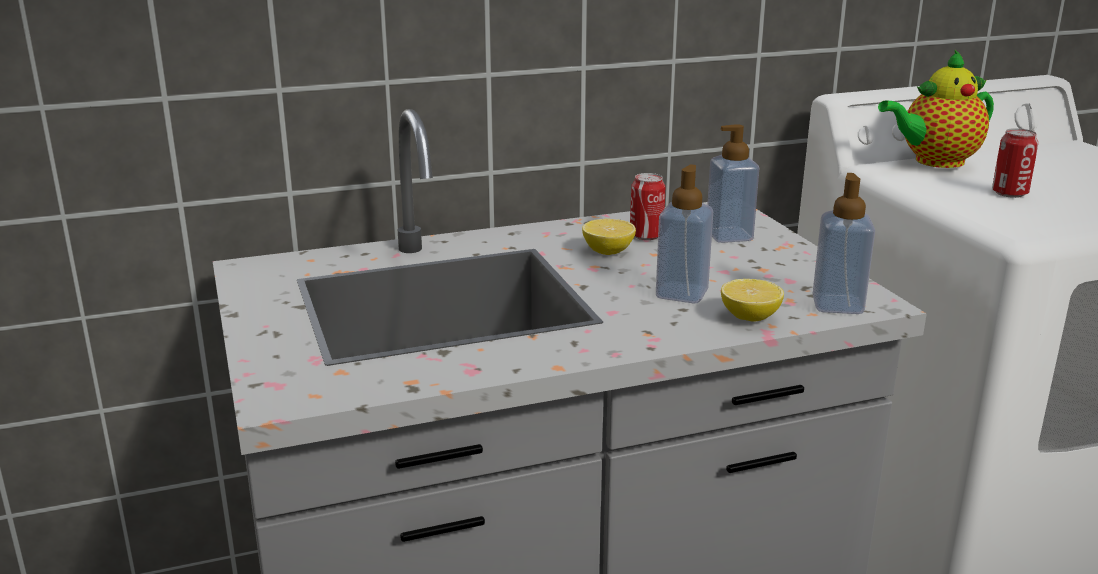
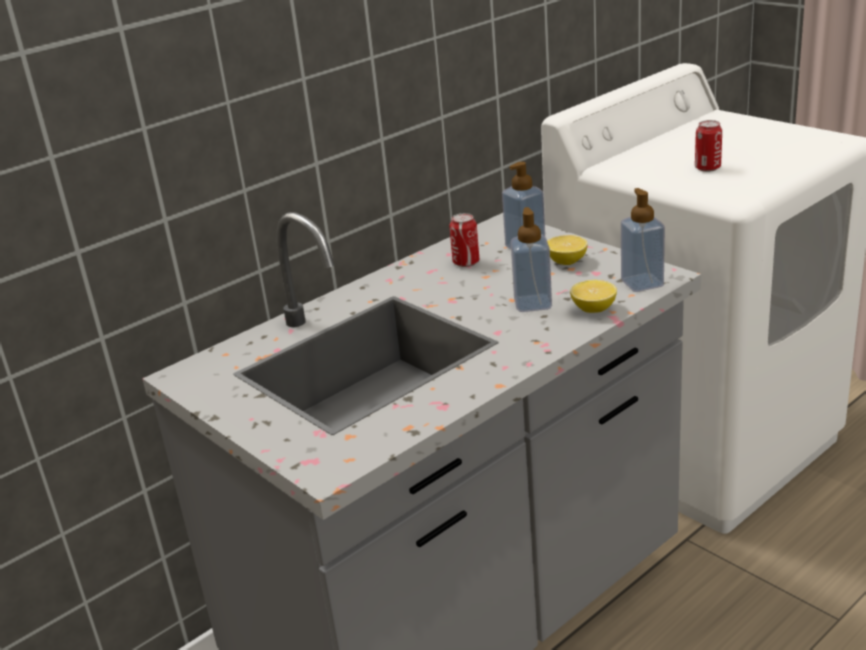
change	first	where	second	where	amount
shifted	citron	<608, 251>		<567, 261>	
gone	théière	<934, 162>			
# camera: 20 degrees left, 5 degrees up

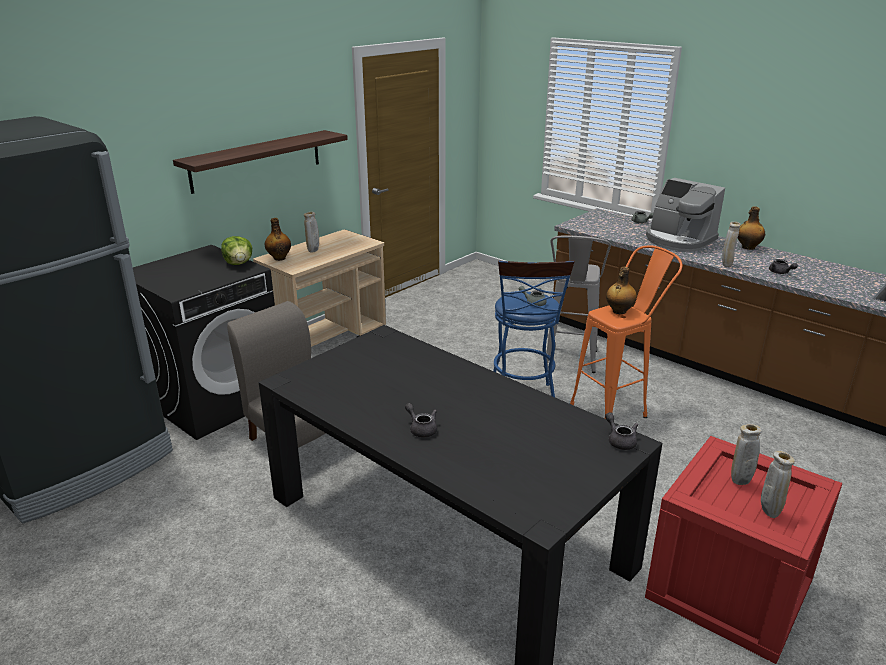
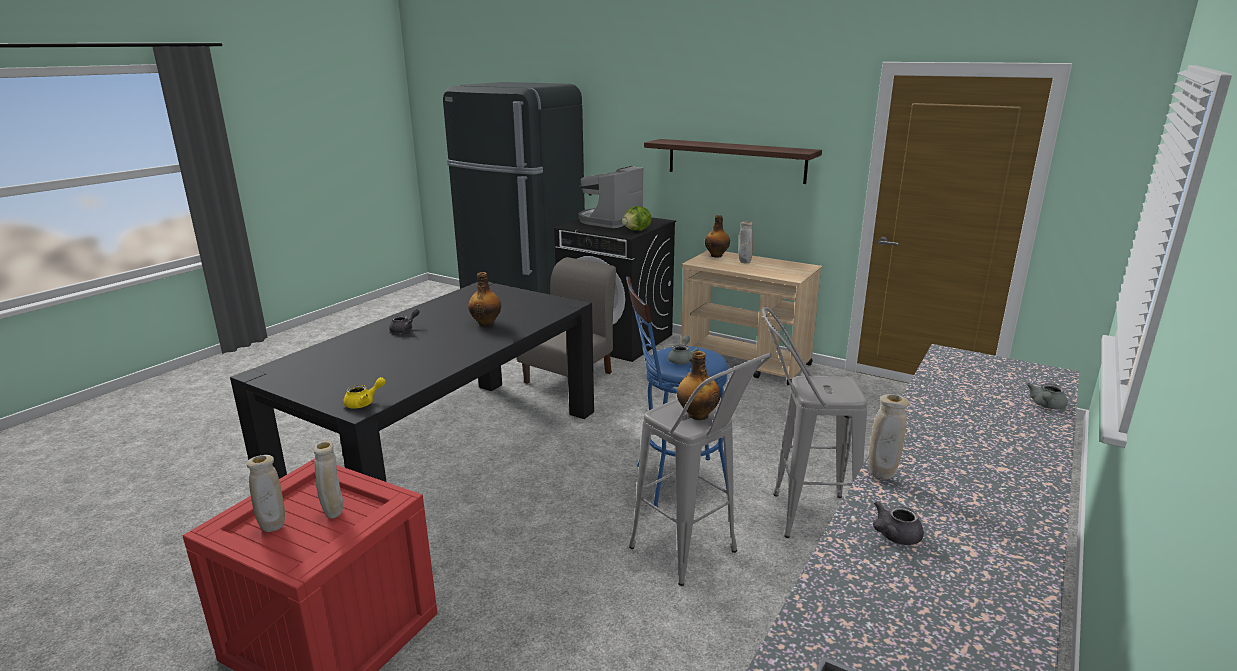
change	first	where	second	where	amount
repainted	théière (gris)	<620, 440>	théière (jaune)	<364, 403>	
shifted	bouteille	<747, 247>		<486, 323>	
shifted	machine à café	<679, 240>		<610, 220>	
repainted	tabouret (orange)	<616, 408>	tabouret (gris)	<694, 558>	
# camera: 80 degrees right, 5 degrees down

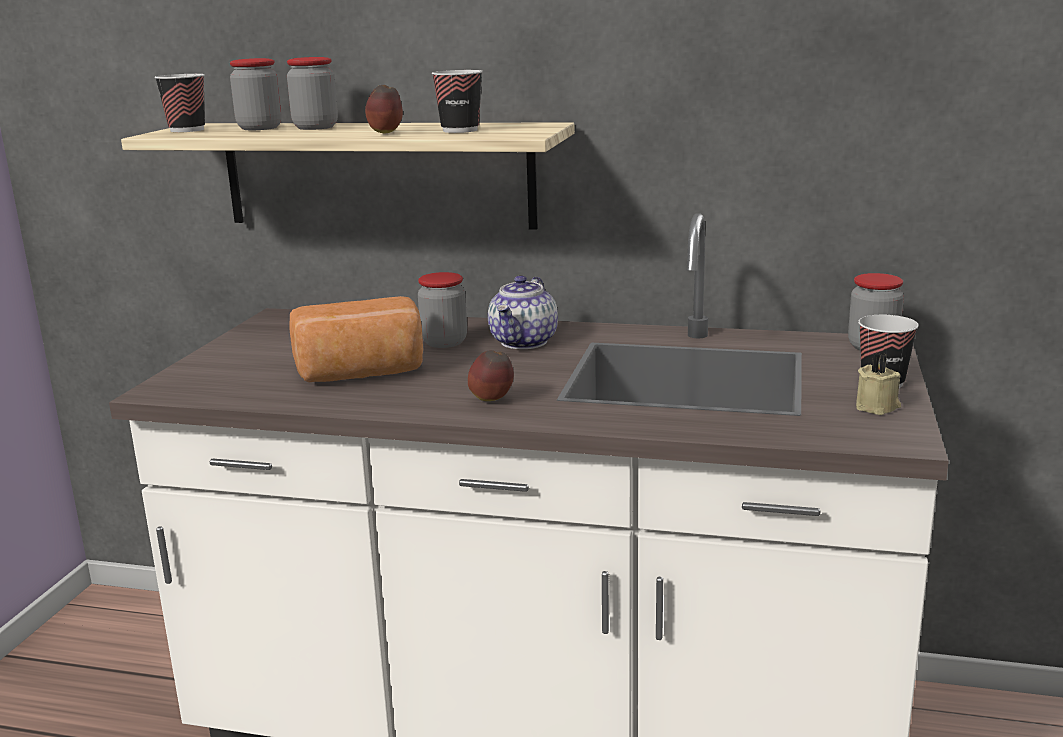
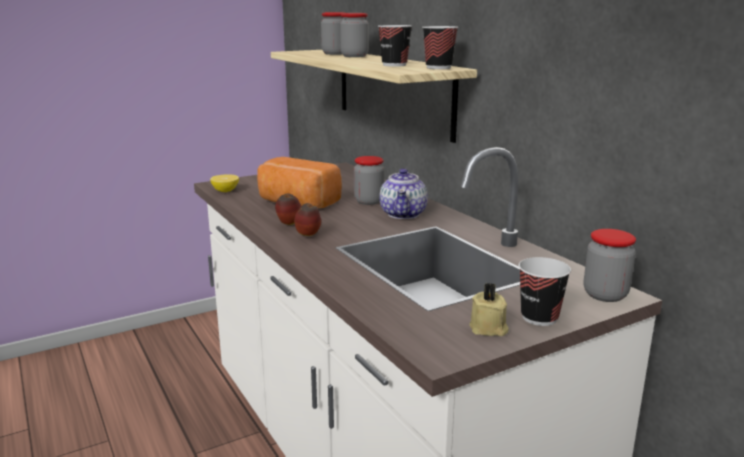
change	first	where	second	where	amount
new			citron	<225, 191>	
shifted	pomme	<386, 133>		<289, 225>	
rotated	théière	<524, 342>		<404, 214>	60 degrees counterclockwise
shifted	tasse	<187, 130>		<438, 68>	
# camera: 45 degrees right, 0 degrees up

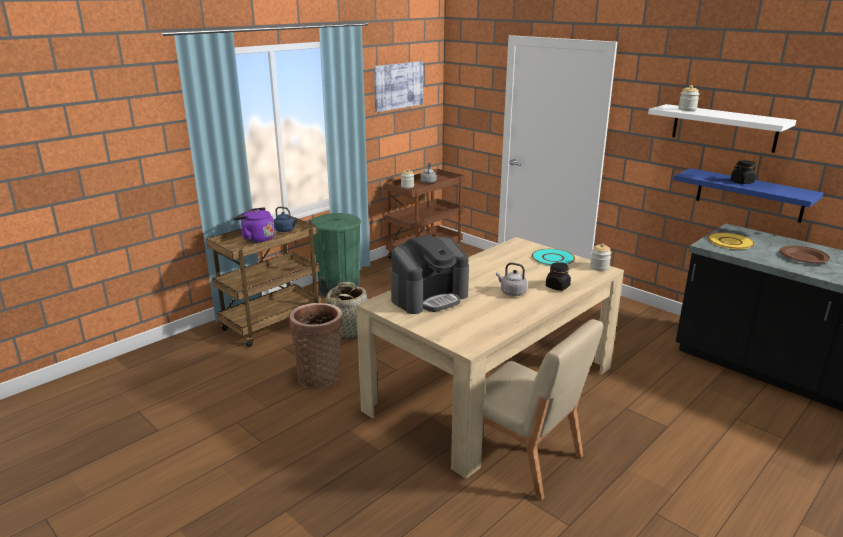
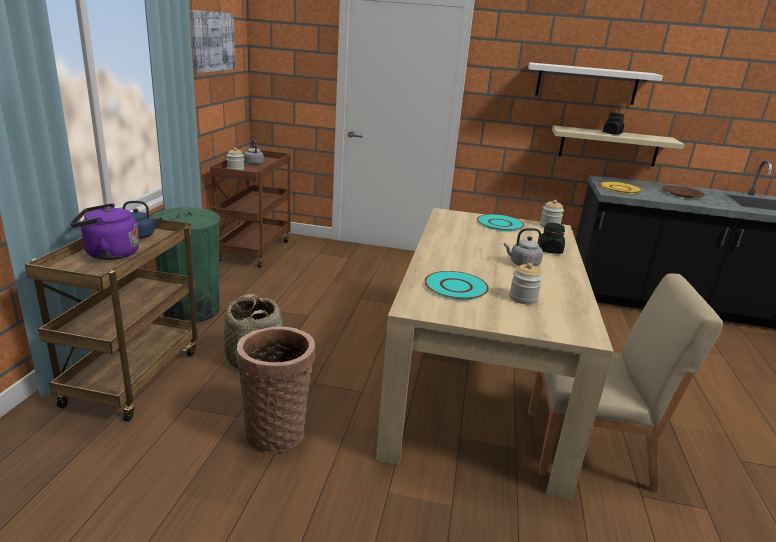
change	first	where	second	where	amount
swapped	machine à café	<429, 297>	assiette (turquoise)	<455, 286>	
shifted	bocal	<687, 109>		<523, 298>	
repainted	étagère (bleu)	<749, 195>	étagère (beige)	<608, 146>	
# camera: 35 degrees left, 0 degrees up

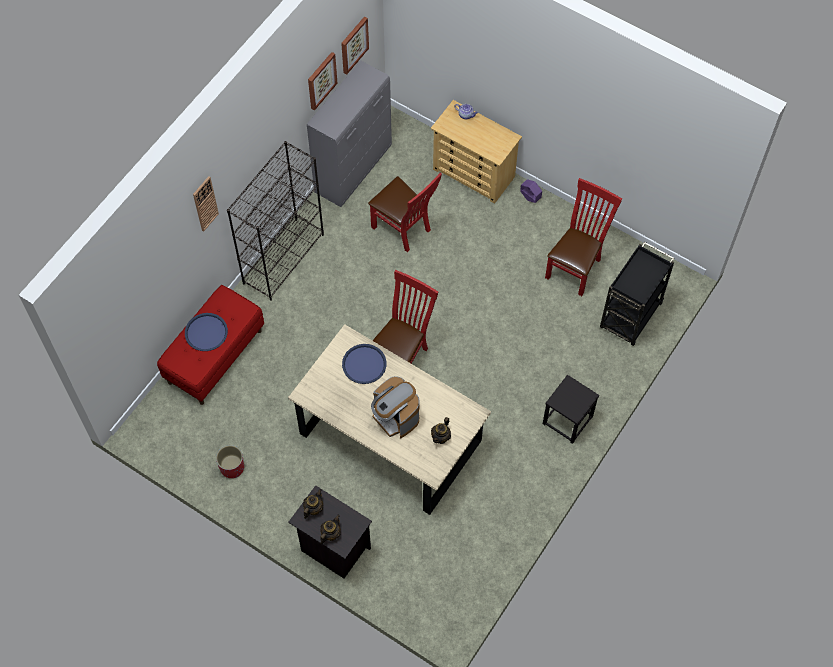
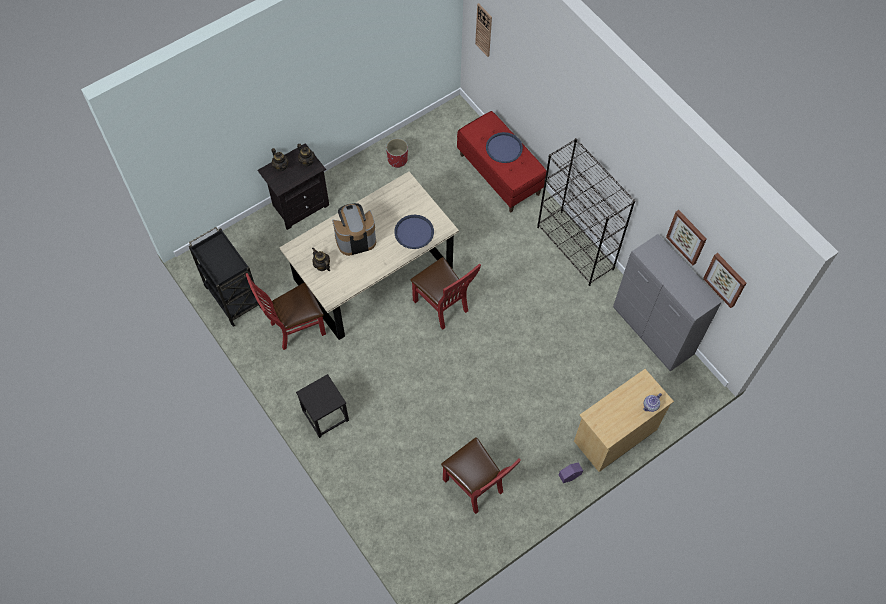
change	first	where	second	where	amount
shifted	chariot (noir)	<630, 317>		<233, 296>	
shifted	chaise (rouge)	<404, 230>		<294, 328>	
shifted	horloge murale	<205, 203>		<484, 30>	
# camera: 110 degrees right, 0 degrees up

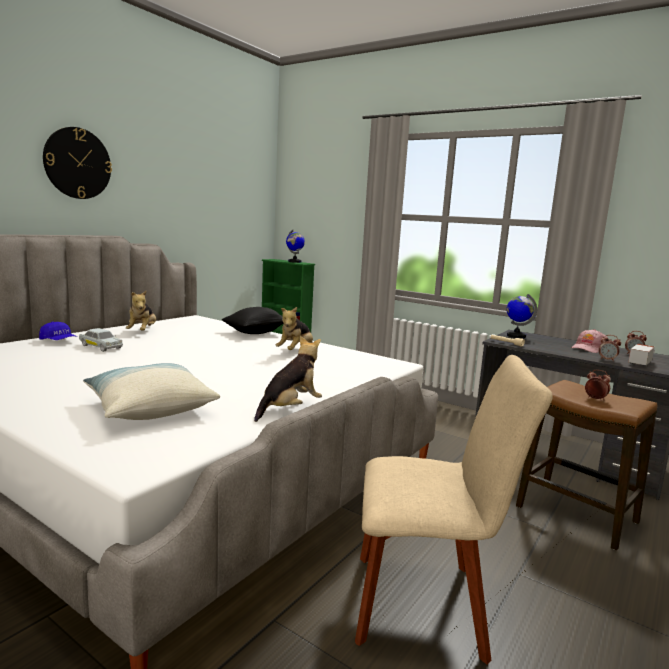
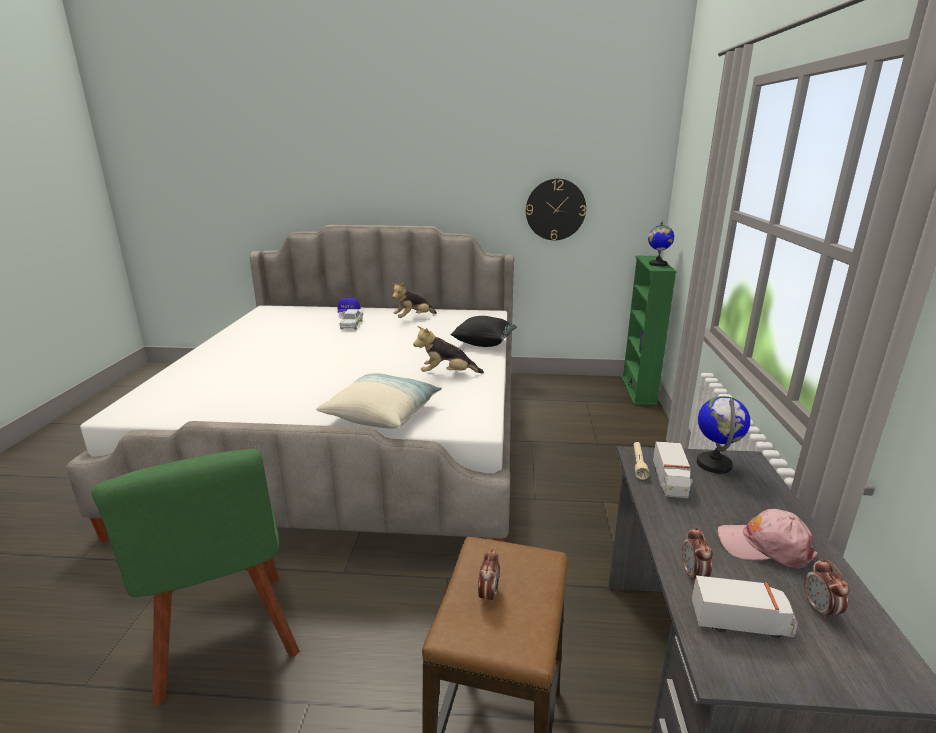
change	first	where	second	where	amount
repainted	chaise (beige)	<426, 604>	chaise (vert)	<226, 640>	
shifted	coussin	<149, 408>		<382, 414>	
shifted	horloge murale	<77, 163>		<555, 209>	
new			camion jouet	<670, 481>	
gone	peluche	<290, 408>			
# camera: 60 degrees right, 10 degrees up

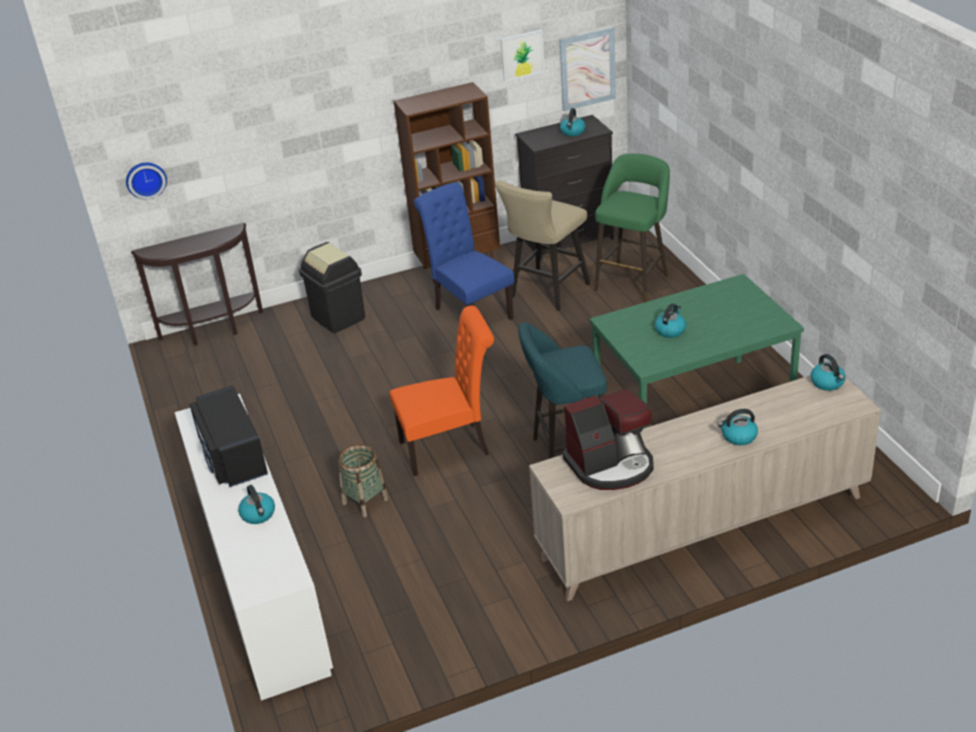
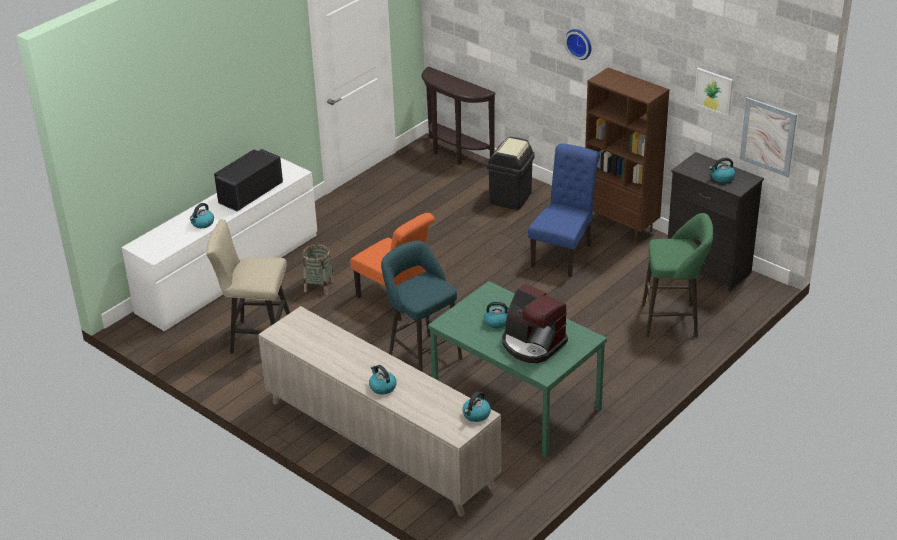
change	first	where	second	where	amount
shifted	tabouret (beige)	<546, 293>		<256, 338>	
shifted	machine à café	<611, 465>		<532, 344>	
shifted	horloge murale	<145, 179>		<580, 43>	
# camera: 60 degrees right, 0 degrees up

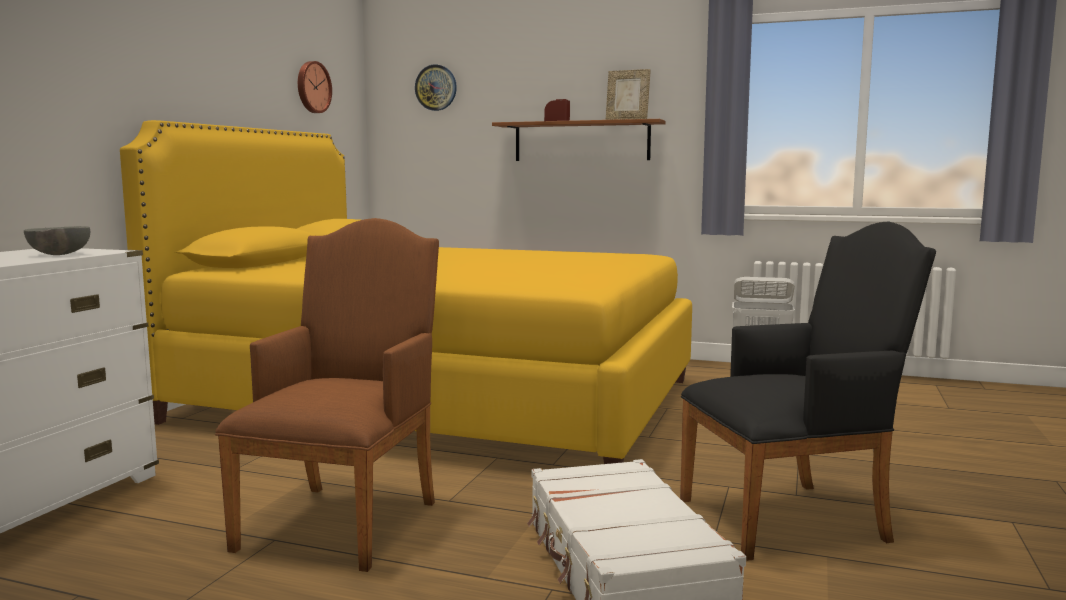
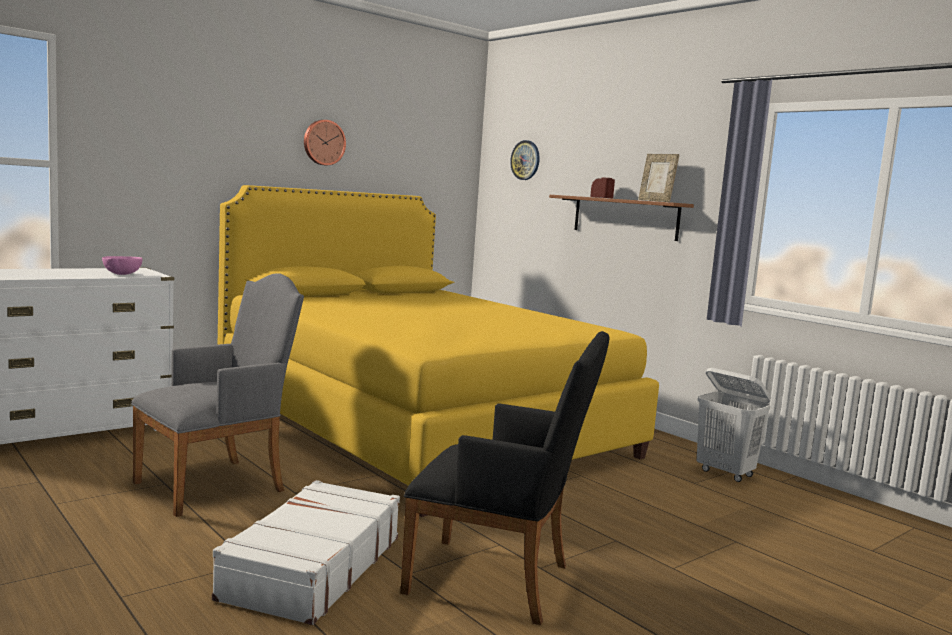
change	first	where	second	where	amount
repainted	bol (gris)	<58, 255>	bol (rose)	<121, 274>	
repainted	fauteuil (marron)	<346, 519>	fauteuil (gris)	<218, 484>	
shifted	horloge murale	<312, 87>		<323, 142>	
# camera: 30 degrees right, 0 degrees up

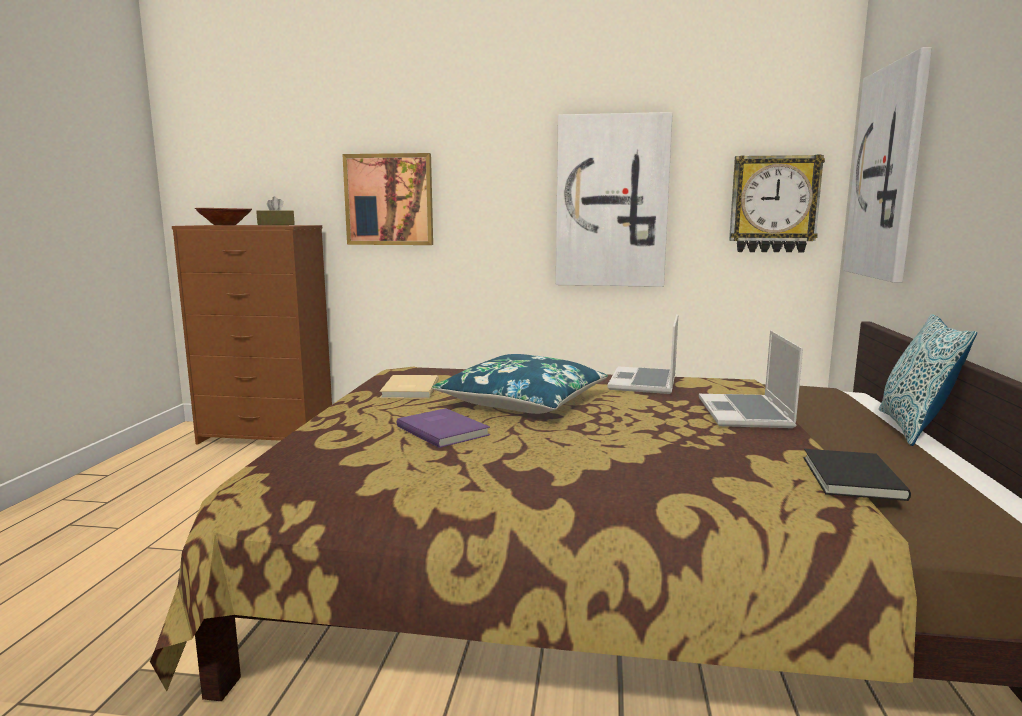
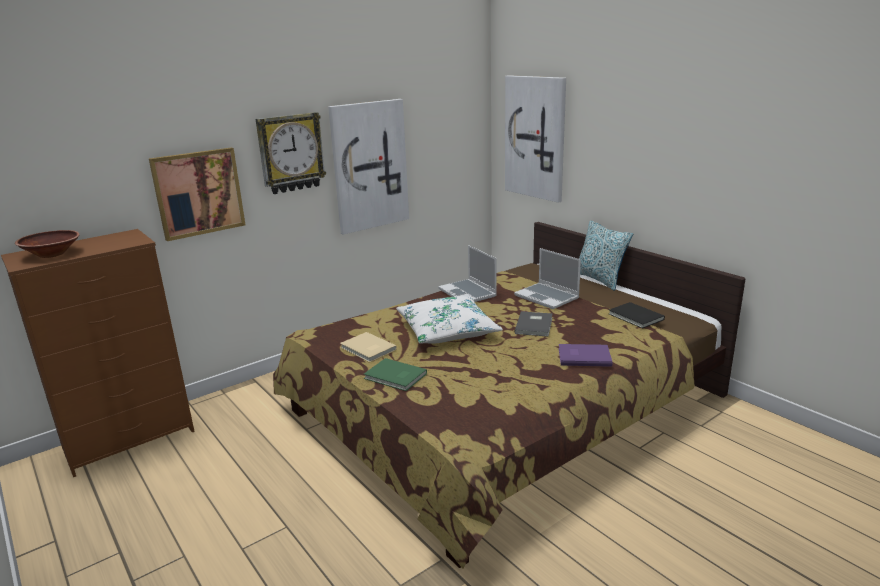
change	first	where	second	where	amount
shifted	horloge murale	<773, 204>		<291, 153>	
new			livre (vert)	<395, 377>	
repainted	coussin (bleu)	<523, 402>	coussin (blanc)	<447, 330>	
new			livre (gris)	<535, 325>	
shifted	livre (violet)	<443, 430>		<583, 356>	
gone	boîte à mouchoirs (marron)	<276, 225>			
# camera: 45 degrees left, 10 degrees up

